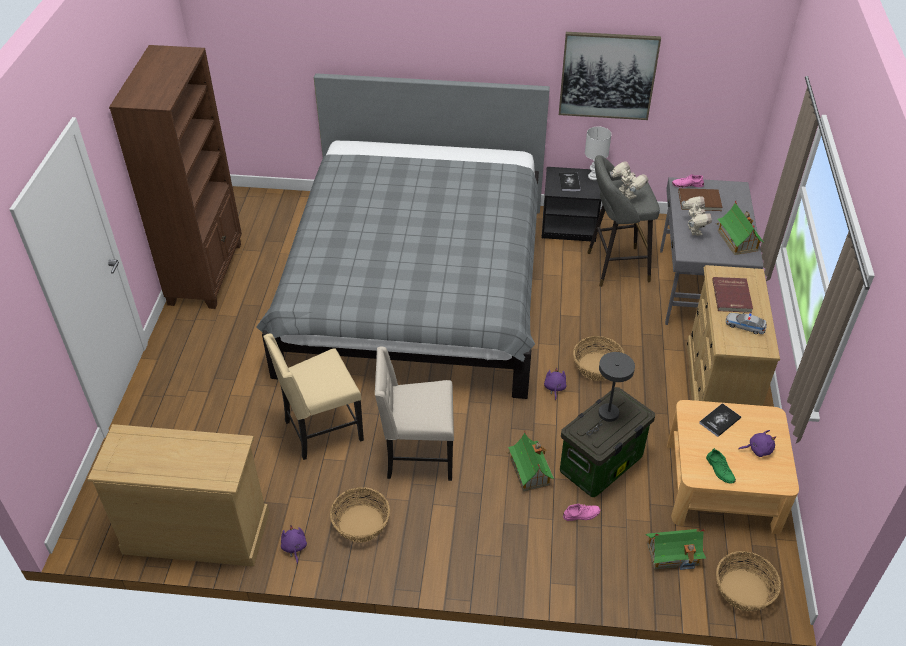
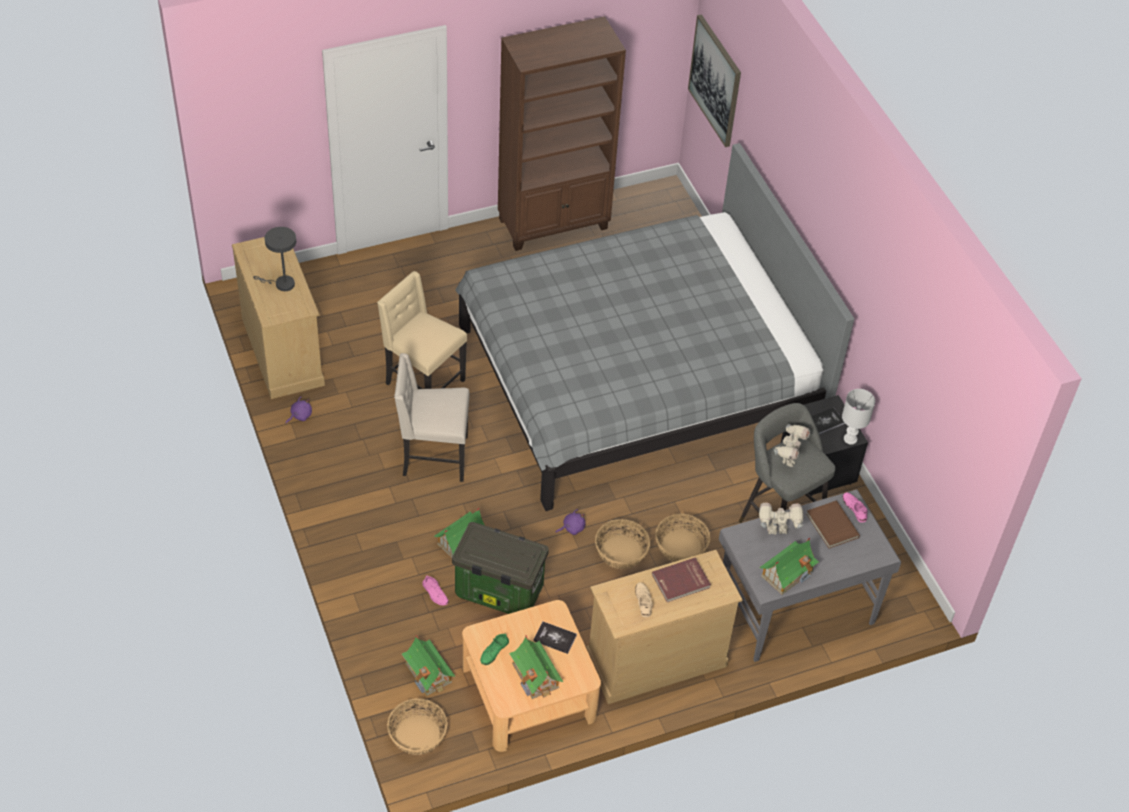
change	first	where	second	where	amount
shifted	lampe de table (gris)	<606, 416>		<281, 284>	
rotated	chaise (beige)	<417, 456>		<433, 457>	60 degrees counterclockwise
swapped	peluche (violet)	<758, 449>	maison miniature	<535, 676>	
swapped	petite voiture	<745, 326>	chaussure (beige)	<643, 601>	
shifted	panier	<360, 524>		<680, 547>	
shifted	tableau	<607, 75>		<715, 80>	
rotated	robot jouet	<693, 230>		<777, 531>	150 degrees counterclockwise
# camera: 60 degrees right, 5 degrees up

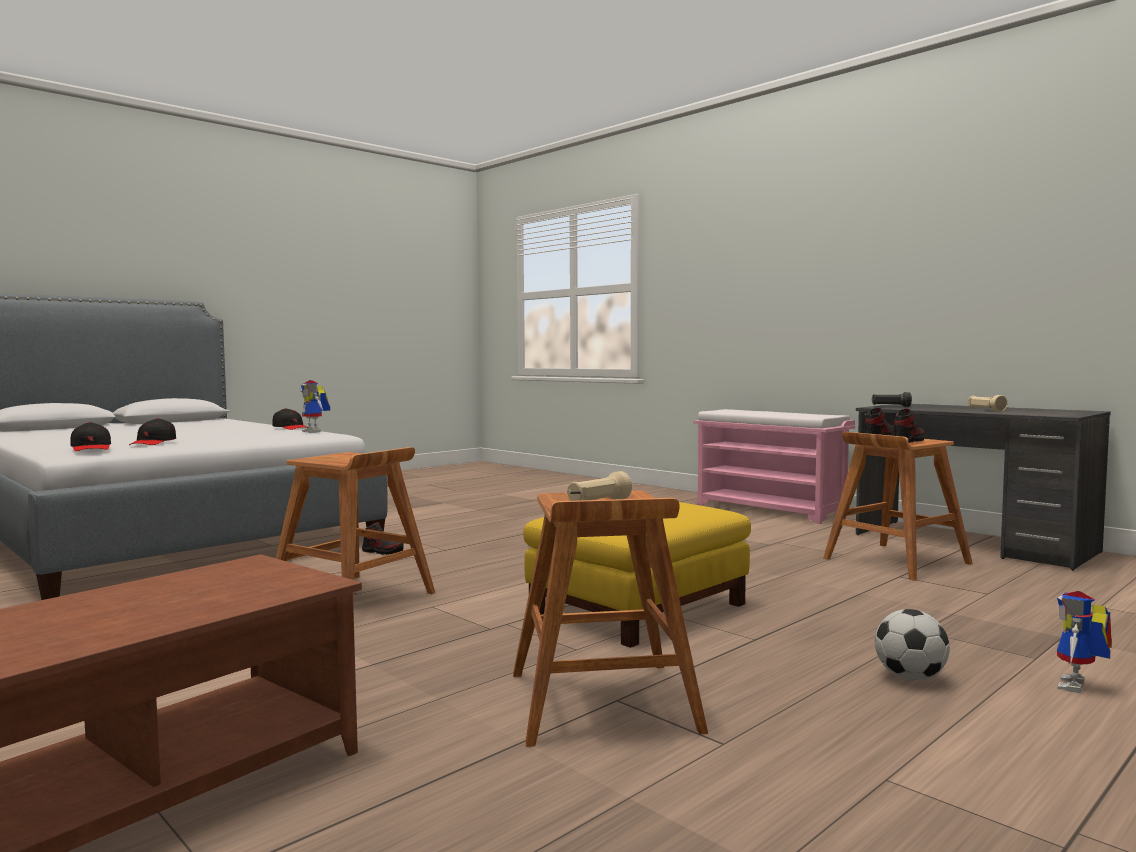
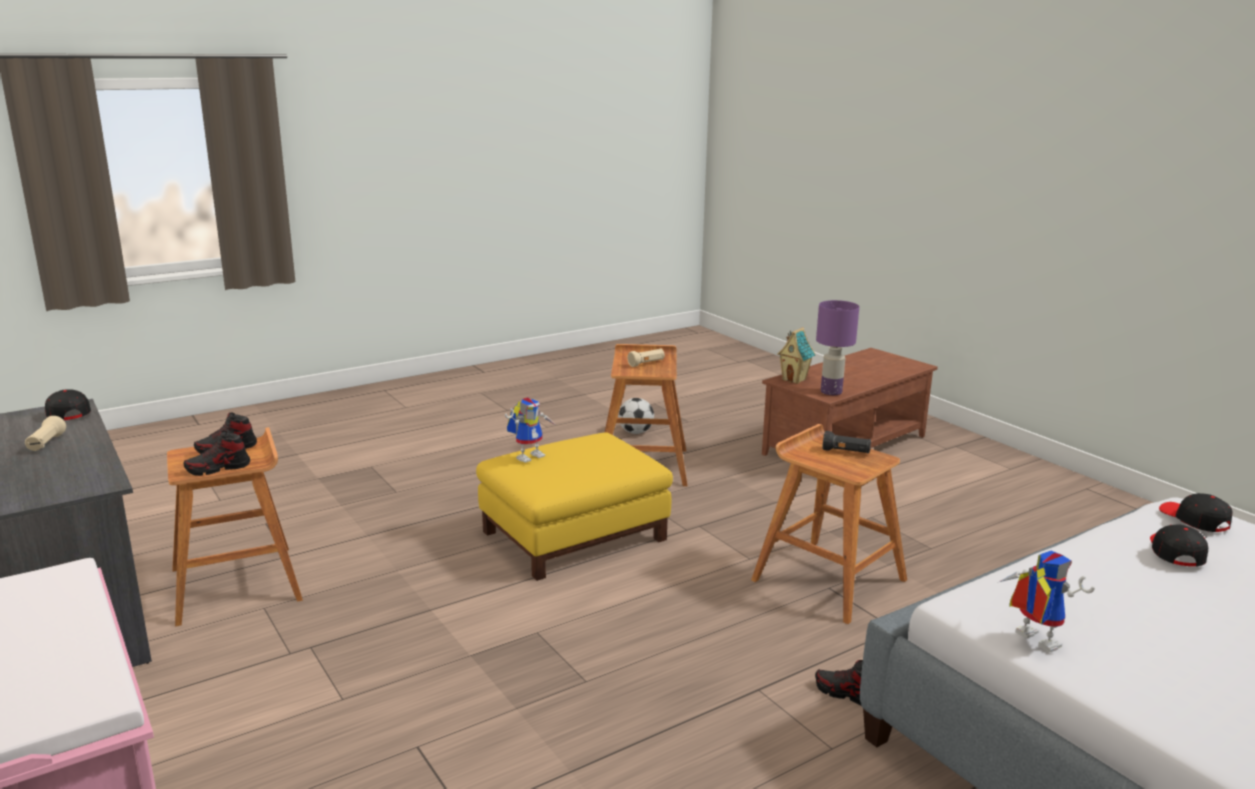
change	first	where	second	where	amount
shifted	casquette (noir)	<290, 428>		<66, 413>	
shifted	robot jouet	<1079, 687>		<529, 455>	
shifted	ballon de foot	<910, 677>		<635, 432>	
new			maison miniature	<794, 379>	
new			lampe de table (violet)	<830, 392>	
shifted	lampe de poche (noir)	<890, 406>		<846, 452>	
# camera: 170 degrees left, 15 degrees up

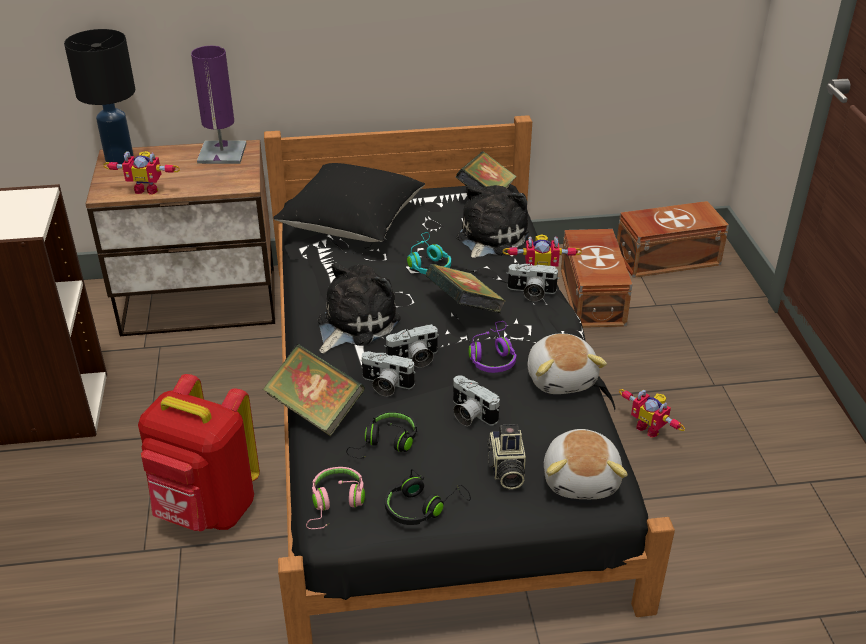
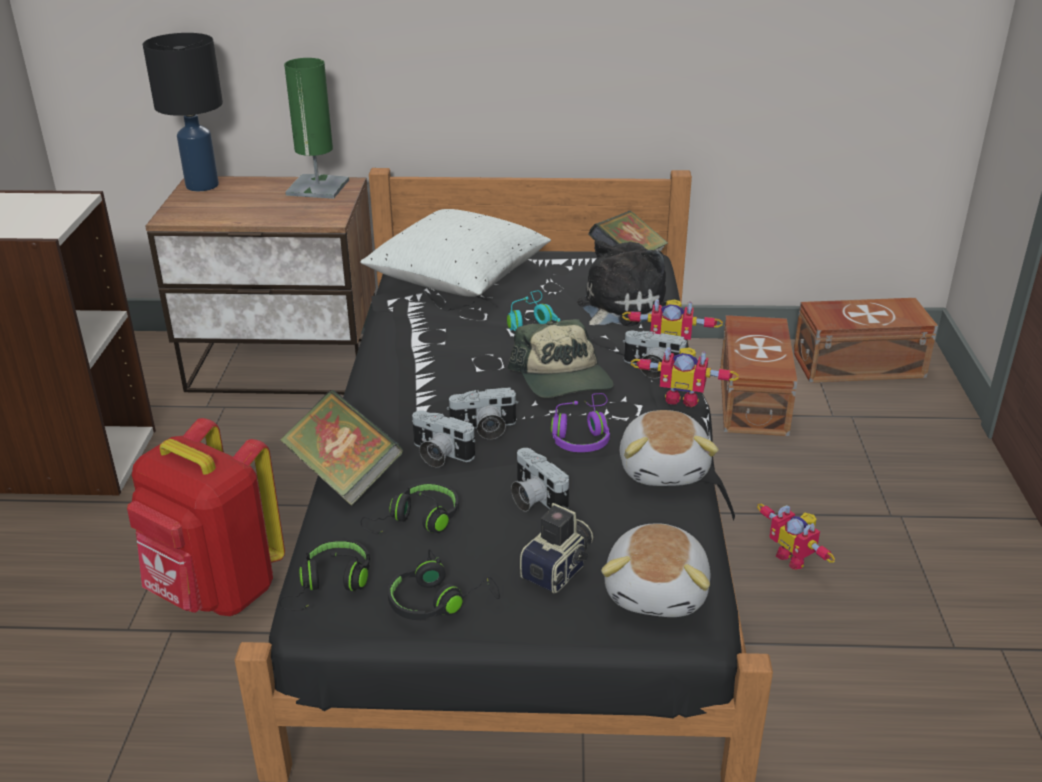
change	first	where	second	where	amount
repainted	casque audio (rose)	<335, 504>	casque audio (noir)	<330, 585>	
repainted	lampe de table (violet)	<222, 153>	lampe de table (vert)	<317, 187>	
repainted	coussin (noir)	<352, 223>	coussin (blanc)	<458, 279>	
swapped	livre	<464, 308>	casquette	<563, 378>	
rotated	appareil photo	<506, 470>		<560, 569>	150 degrees counterclockwise
shifted	robot jouet	<147, 188>		<682, 398>	
gone	peluche	<354, 323>			
# camera: 10 degrees right, 5 degrees down

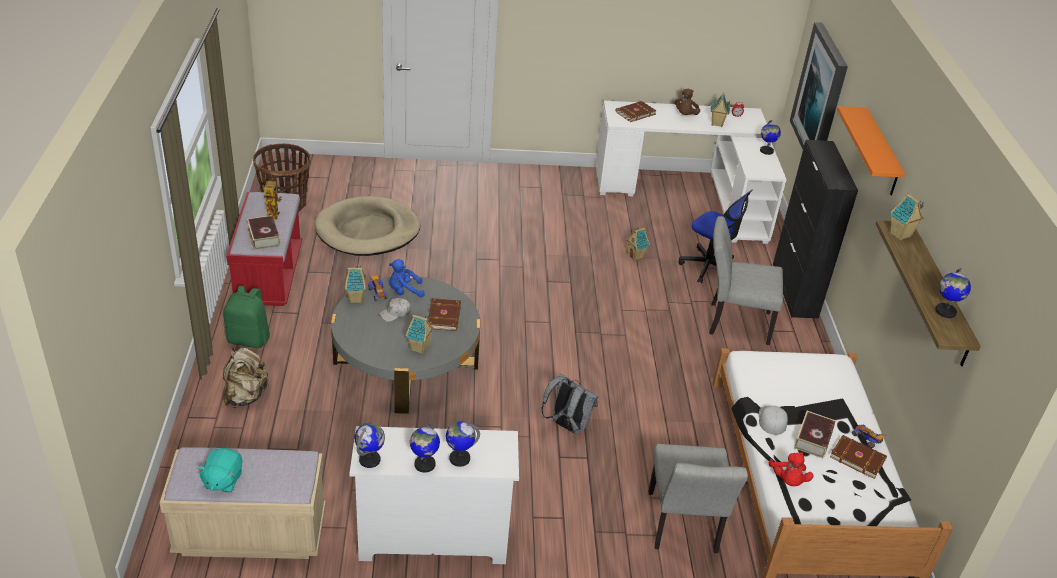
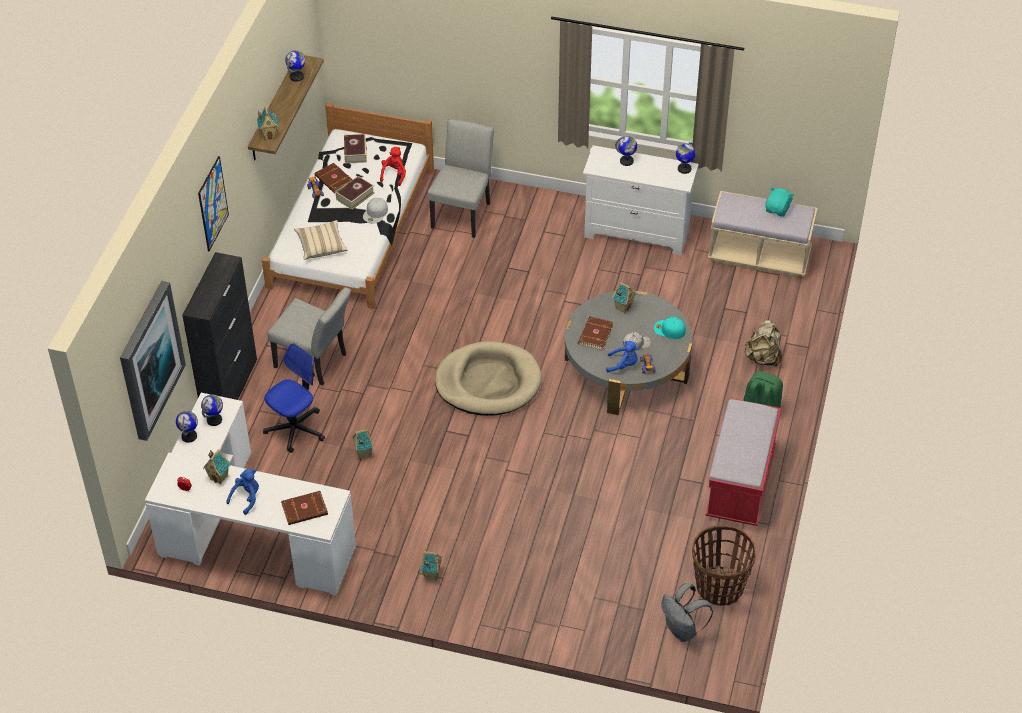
change	first	where	second	where	amount
swapped	étagère (orange)	<881, 153>	tableau	<213, 203>	
shifted	globe	<424, 464>		<214, 420>	
repainted	peluche (marron)	<685, 115>	peluche (bleu)	<246, 498>	
rotated	chaise de bureau	<709, 266>		<295, 428>	75 degrees clockwise
new			coussin (beige)	<321, 246>	
shifted	livre	<264, 237>		<355, 152>	
shifted	maison miniature	<356, 299>		<431, 574>	
shifted	panier pour chien (beige)	<367, 231>		<488, 382>	
new			casquette (turquoise)	<669, 330>	
shifted	sac à dos (gris)	<567, 425>		<683, 630>	
gone	robot jouet	<272, 213>			
# camera: 160 degrees left, 10 degrees up

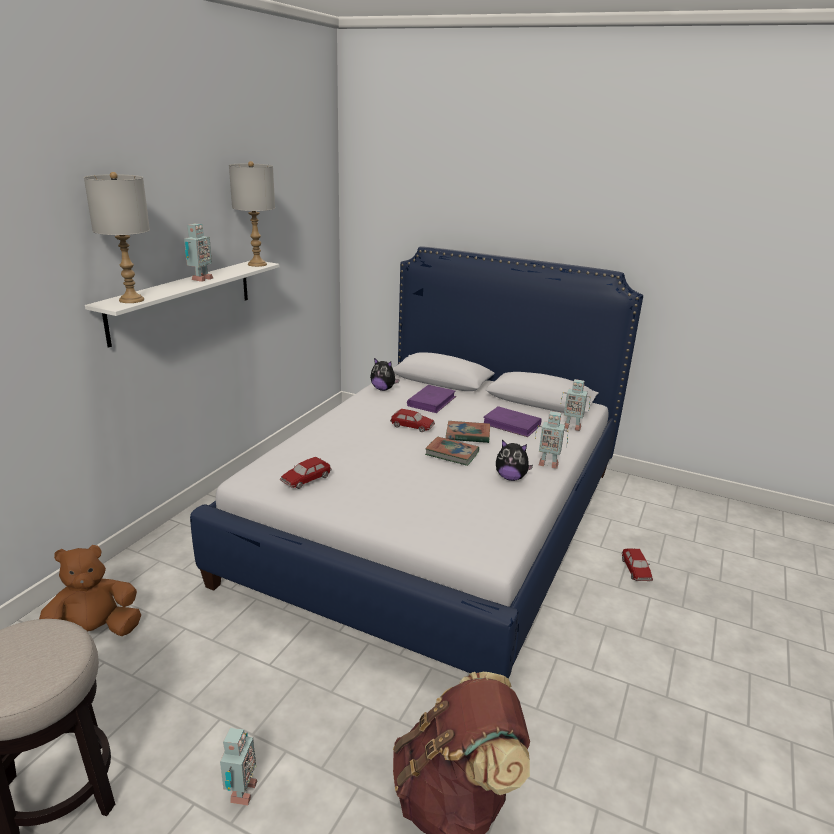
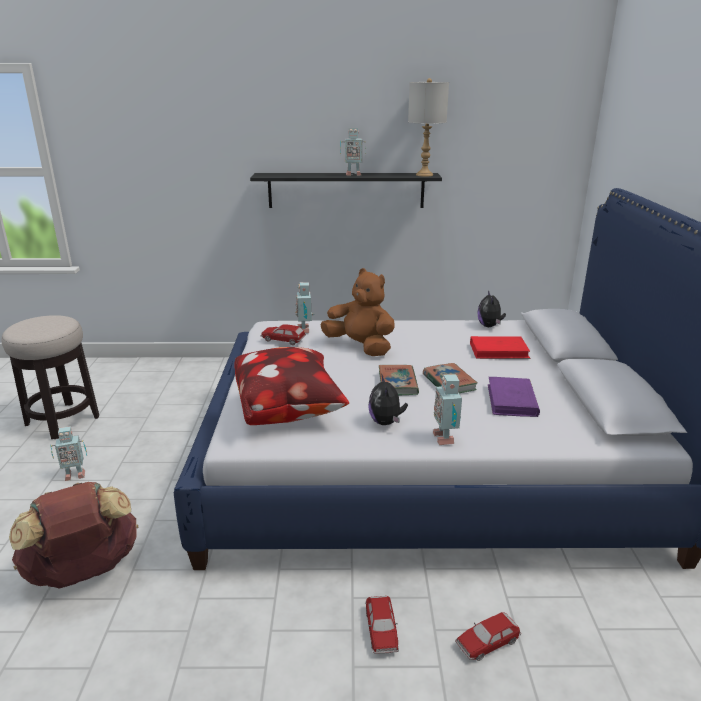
change	first	where	second	where	amount
new			coussin	<289, 411>	
repainted	étagère (blanc)	<183, 300>	étagère (noir)	<346, 190>	
shifted	robot jouet	<571, 426>		<305, 330>	
shifted	peluche (marron)	<93, 633>		<360, 347>	
shifted	petite voiture	<412, 426>		<381, 630>	
repainted	livre (violet)	<431, 401>	livre (rouge)	<499, 351>	
gone	lampe de table (gris)	<131, 300>			
# camera: 65 degrees right, 0 degrees up

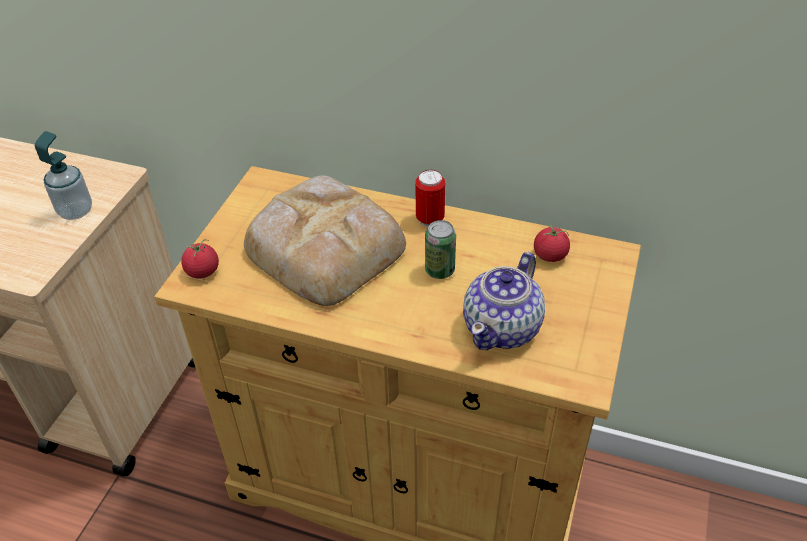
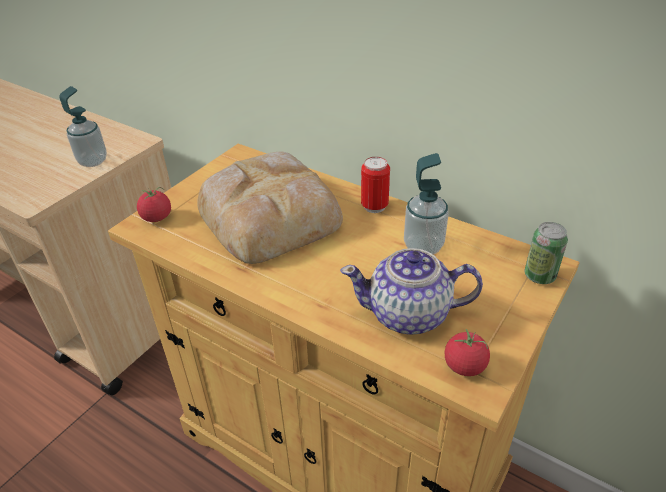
change	first	where	second	where	amount
rotated	théière	<503, 328>		<409, 315>	45 degrees clockwise
new			distributeur de savon	<423, 246>	
shifted	tomate	<550, 255>		<464, 365>	
shifted	boîte métallique	<439, 270>		<539, 276>	
# camera: 15 degrees right, 5 degrees down

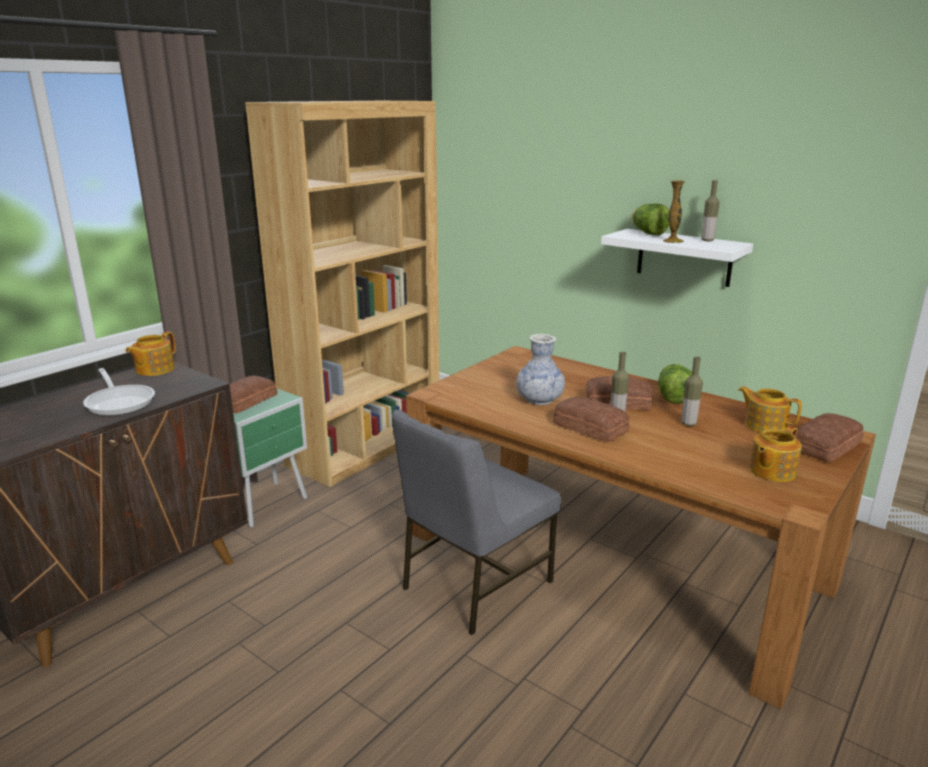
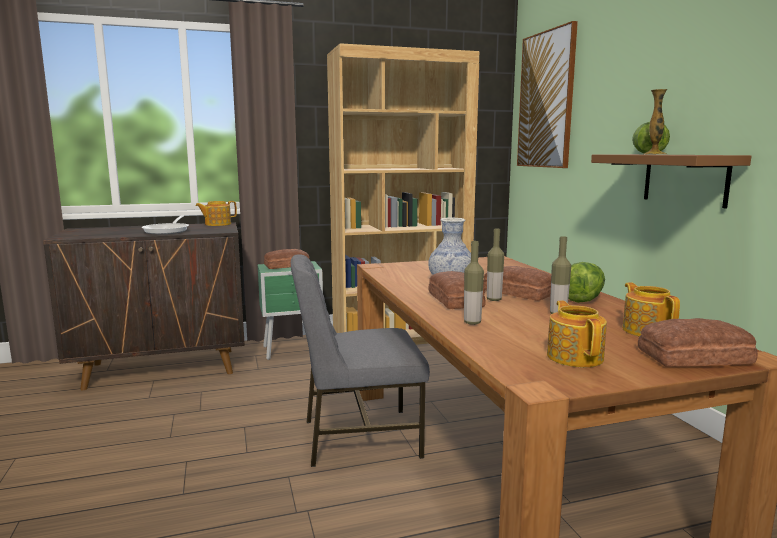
change	first	where	second	where	amount
shifted	bouteille	<707, 240>		<472, 322>	
new			tableau	<546, 100>	
rotated	théière	<771, 471>		<575, 356>	90 degrees clockwise
repainted	étagère (blanc)	<684, 257>	étagère (marron)	<685, 179>	
# camera: 35 degrees right, 10 degrees down

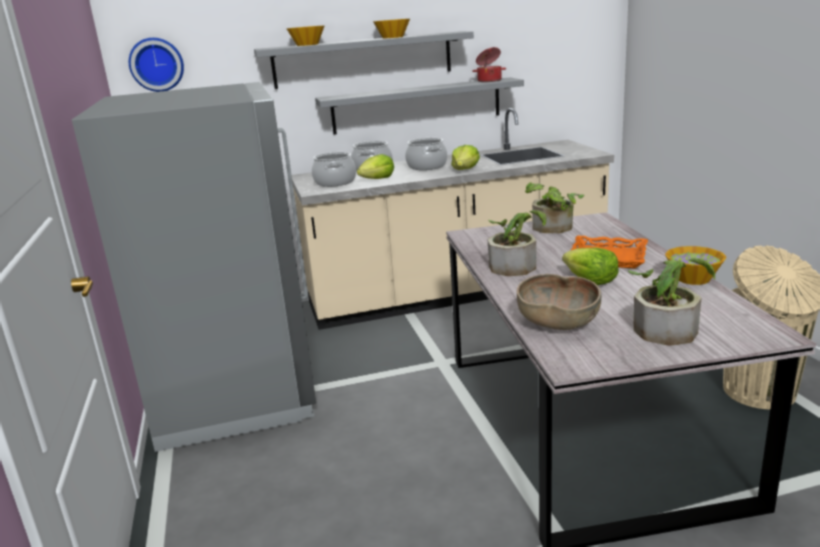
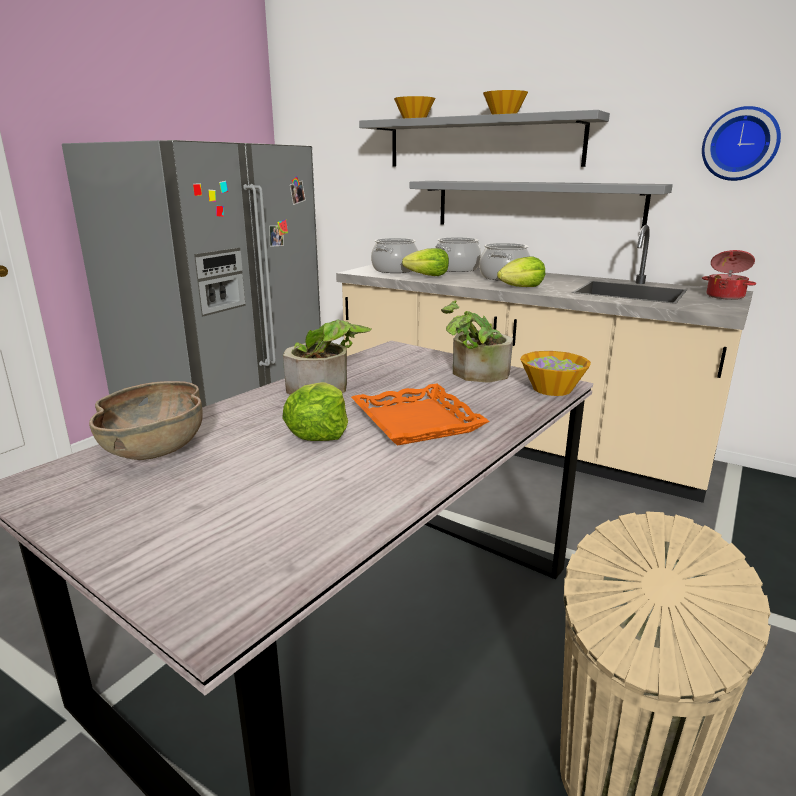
change	first	where	second	where	amount
shifted	bol	<693, 278>		<552, 389>	
shifted	horloge murale	<156, 64>		<740, 144>	
shifted	marmite	<489, 81>		<725, 296>	
gone	plante en pot	<667, 327>			
# camera: 45 degrees right, 0 degrees up

